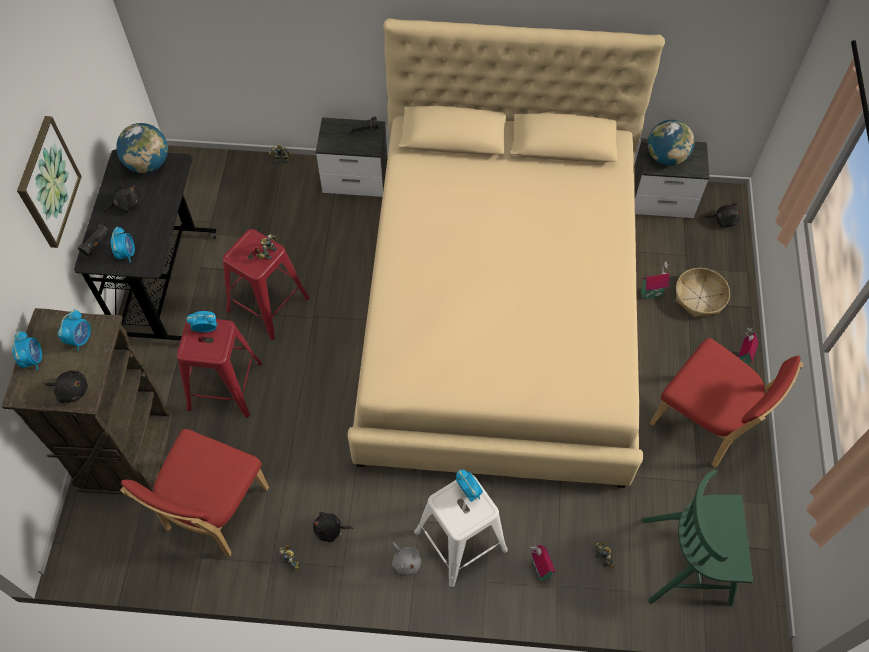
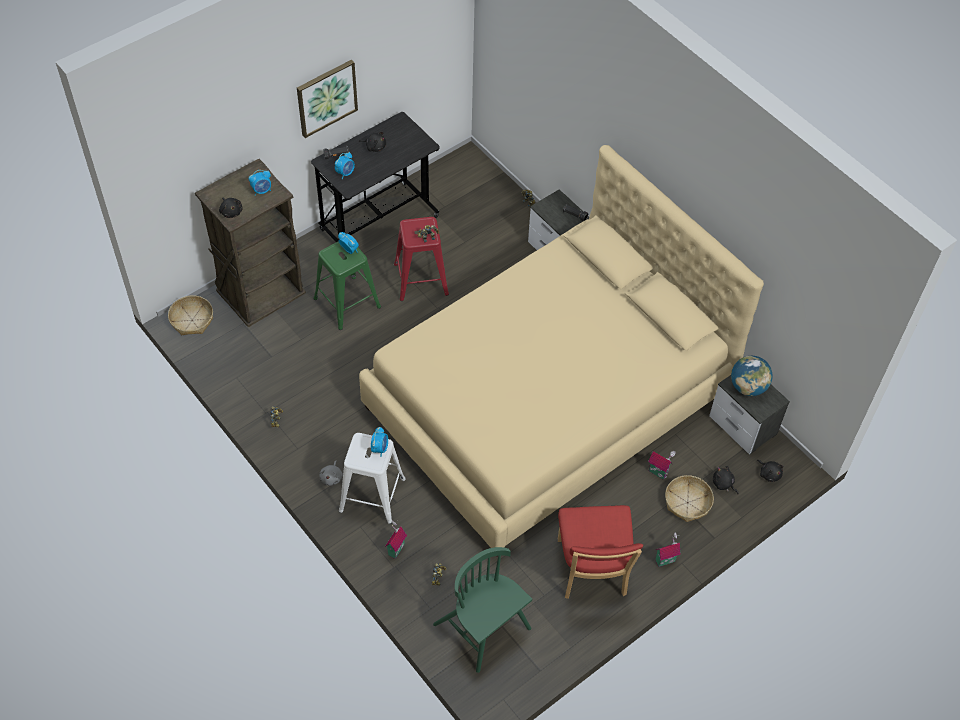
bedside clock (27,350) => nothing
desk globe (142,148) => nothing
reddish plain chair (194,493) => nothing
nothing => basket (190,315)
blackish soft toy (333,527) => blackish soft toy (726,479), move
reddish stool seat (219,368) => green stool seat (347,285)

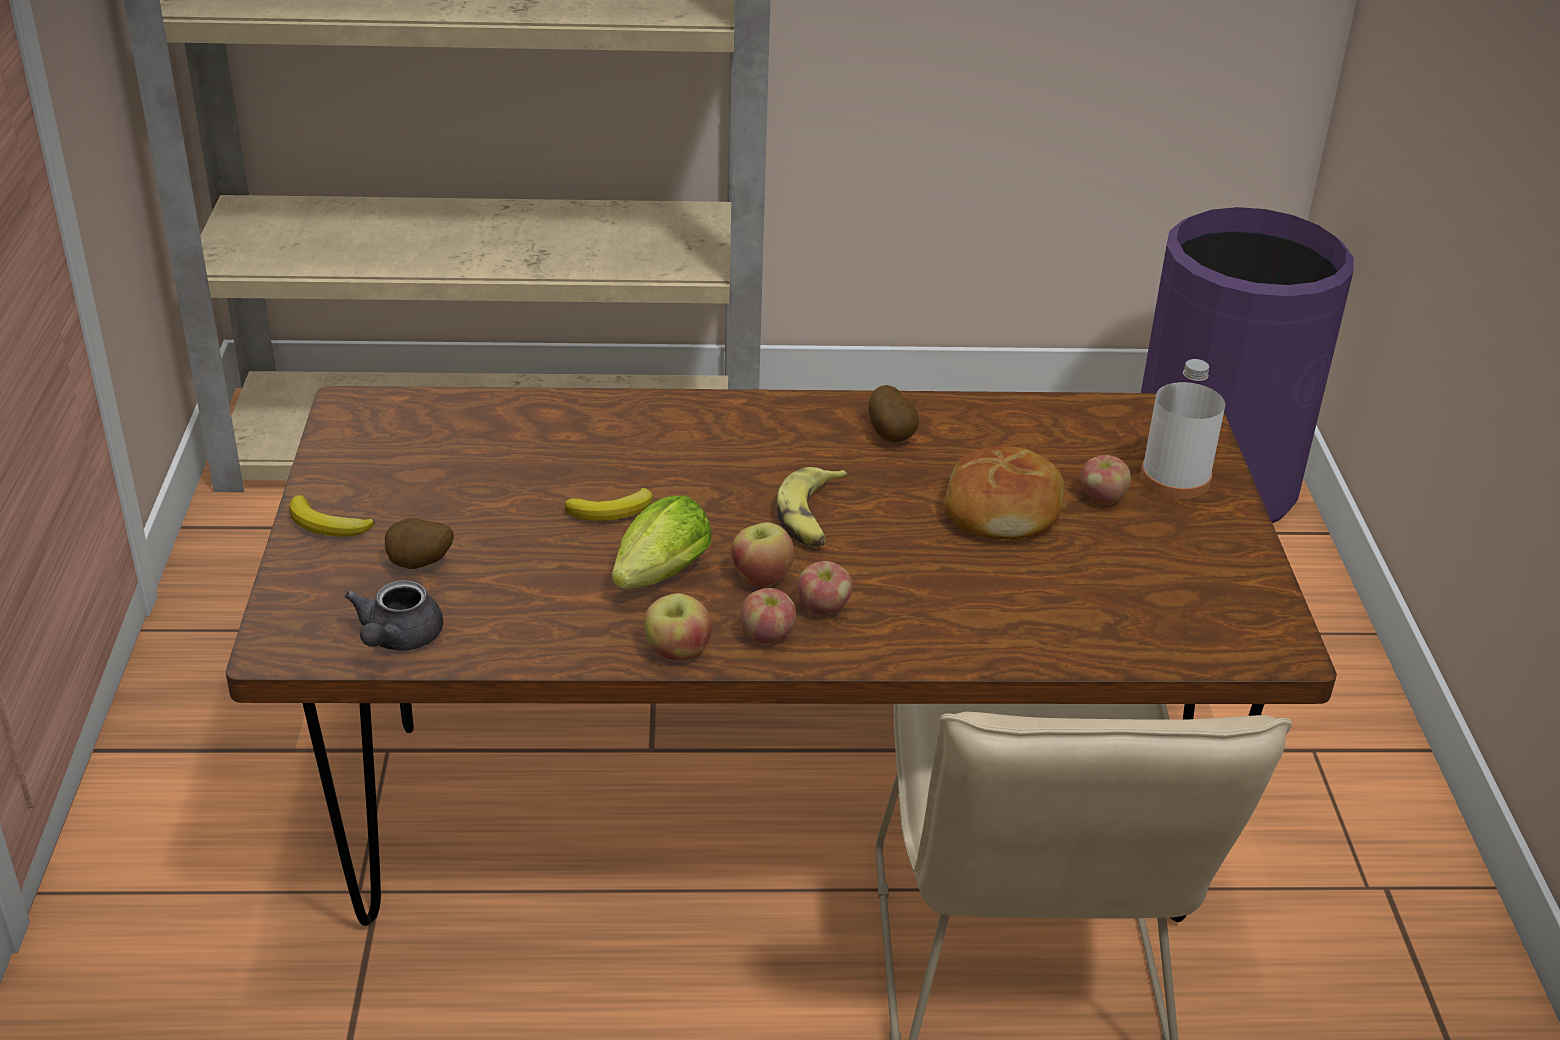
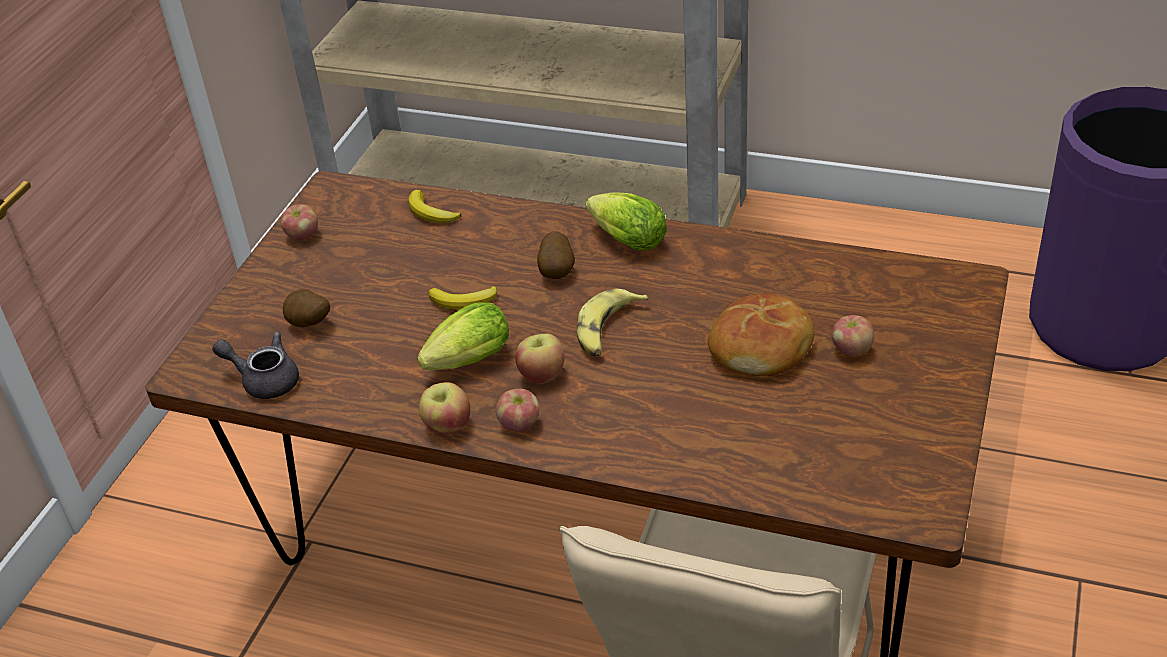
whitish bottle (1182,429) => nothing
nothing => head of lettuce (626,222)
whole banana (332,516) => whole banana (435,206), move
apple (825,587) => apple (299,222), move
spud (894,413) => spud (556,255), move
gray teapot (394,615) => gray teapot (255,365), 75 degrees clockwise

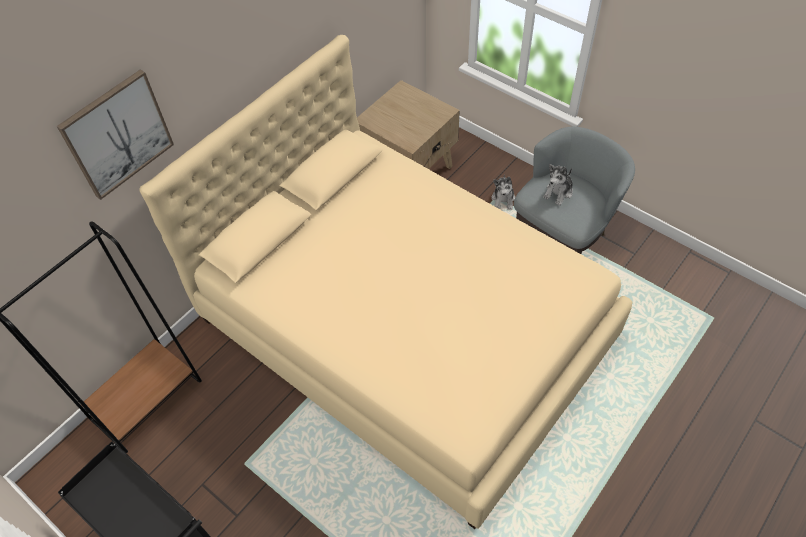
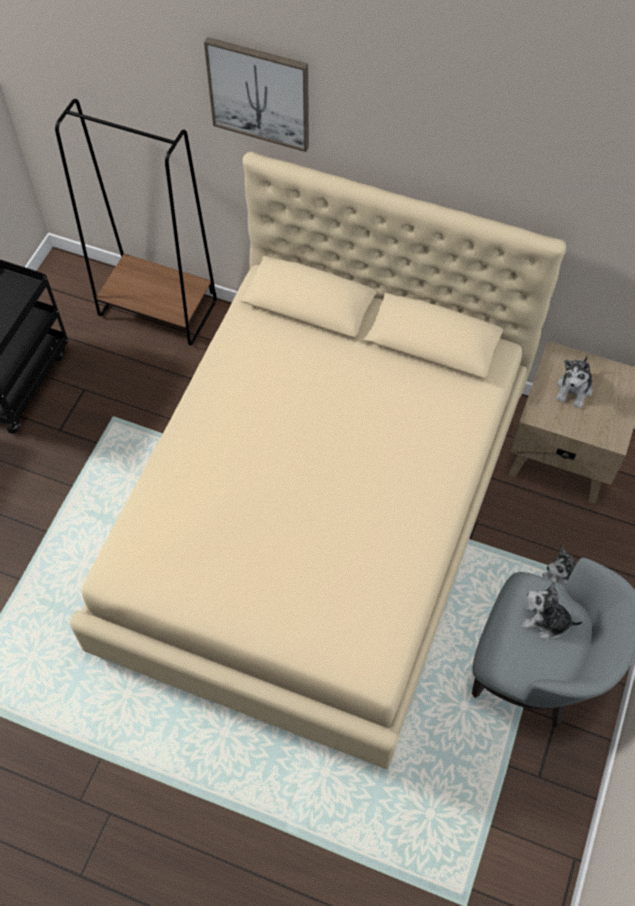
nothing => soft toy (574,381)

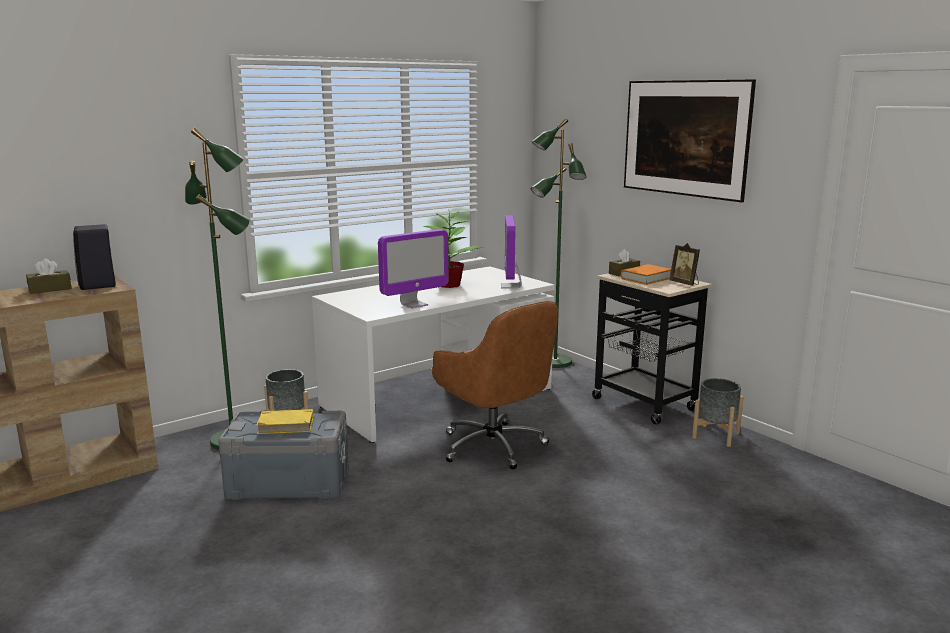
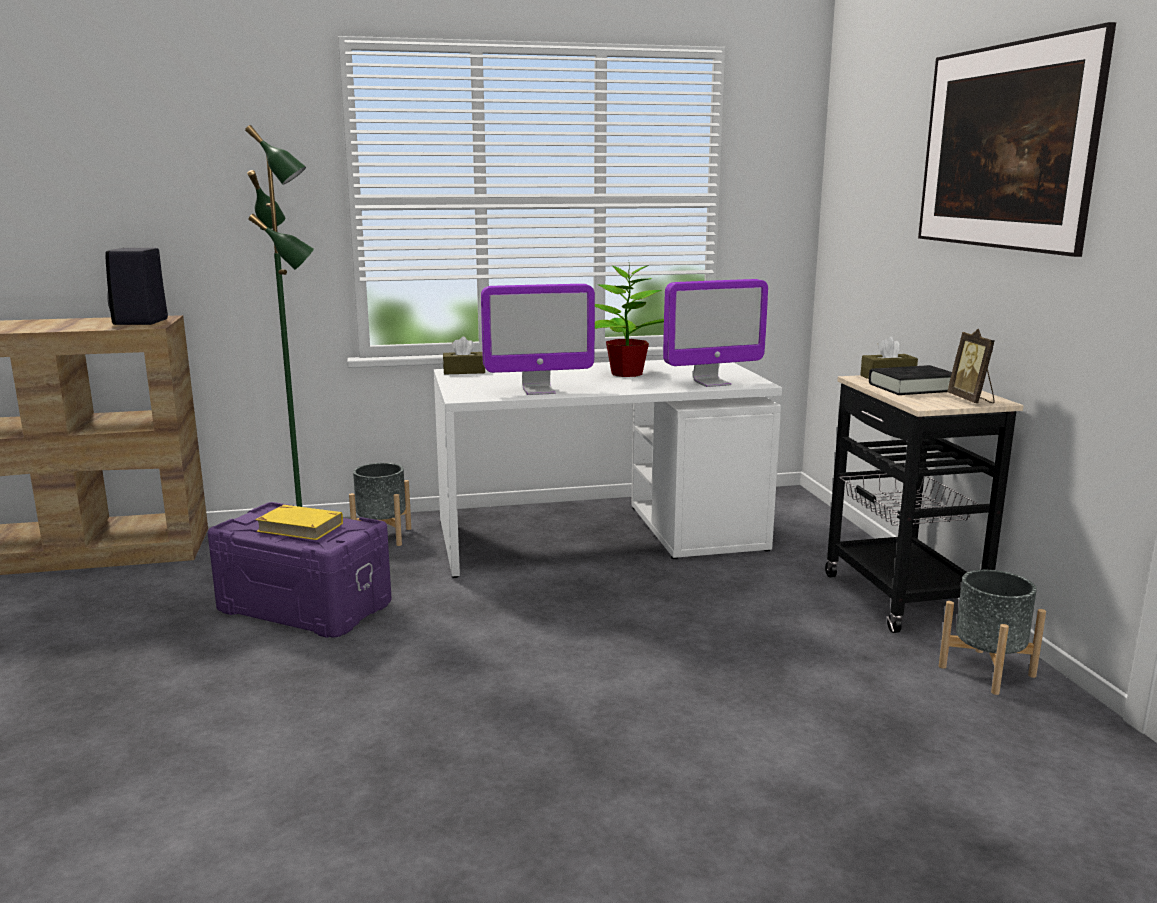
brownish desk chair (494,385) => nothing
green standard lamp (558,243) => nothing
brownish tissue box (49,276) => brownish tissue box (464,356), move
gray storage box (283,455) => purple storage box (300,570)
orange book (646,274) => blackish book (910,380)
computer display (511,252) => computer display (715,333), 135 degrees counterclockwise

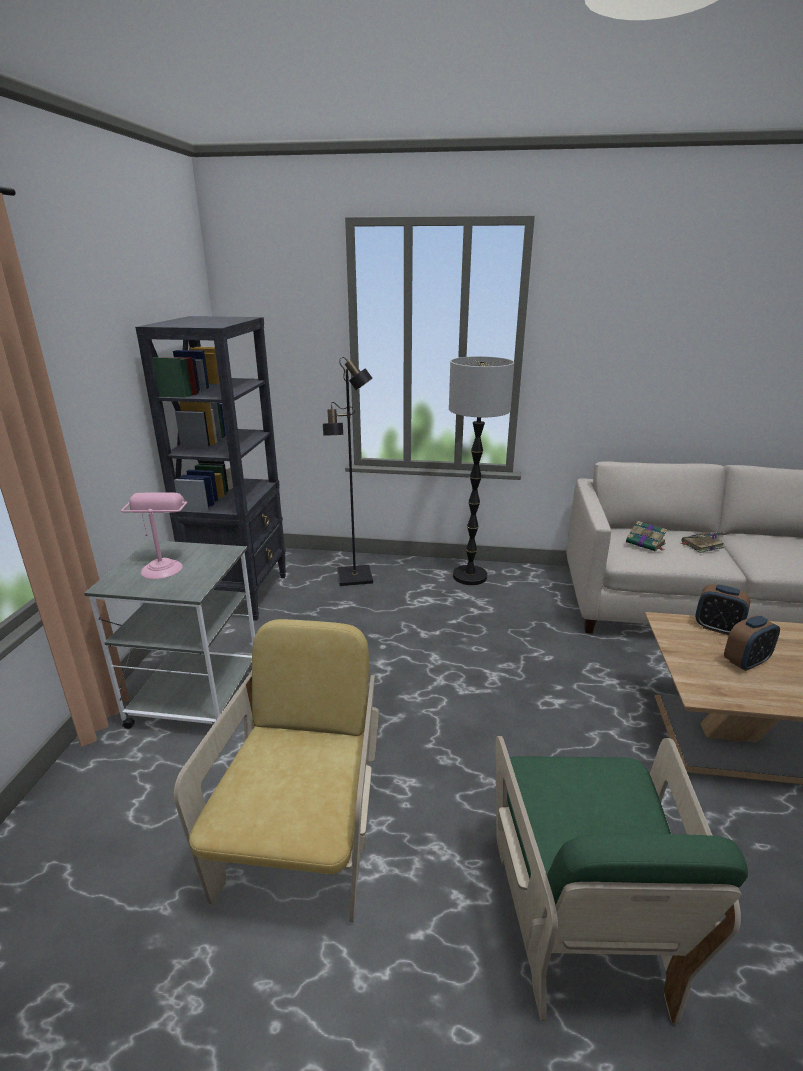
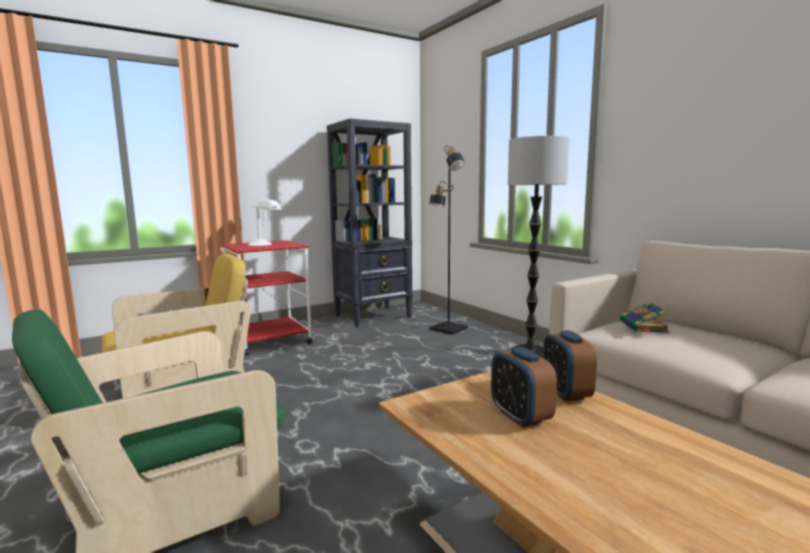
book (703,542) => nothing
gray trolley (169,634) => reddish trolley (267,298)
pink table lamp (154,535) => whitish table lamp (265,223)
bedside clock (752,643) => bedside clock (524,387), 45 degrees clockwise

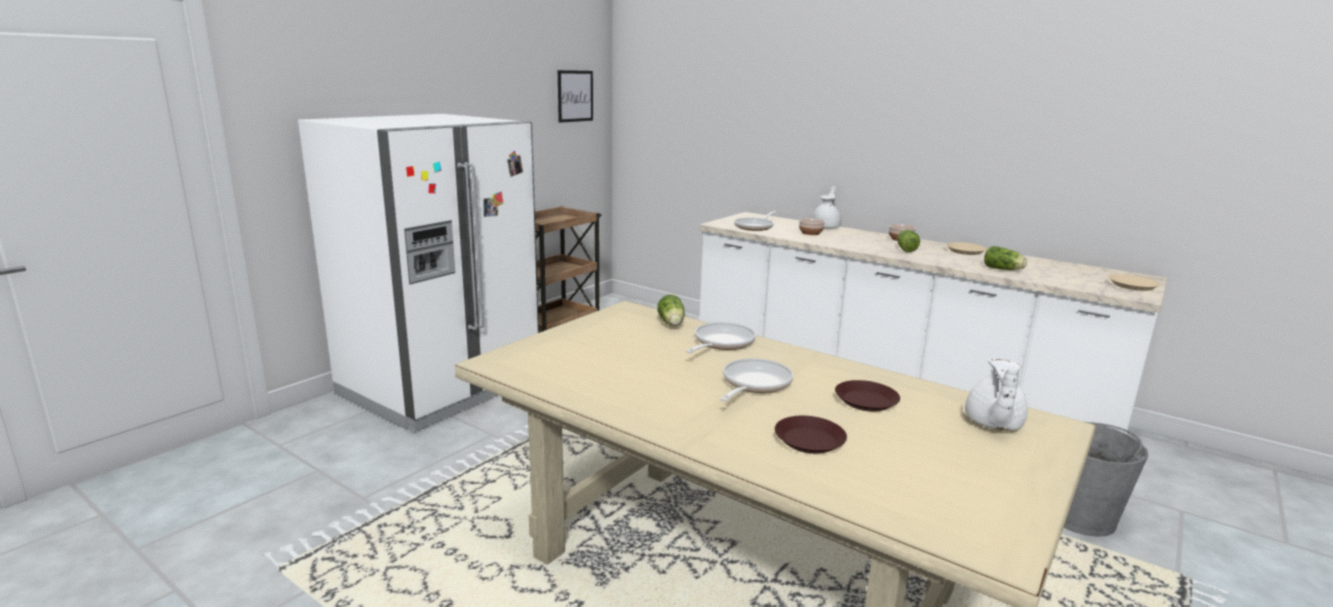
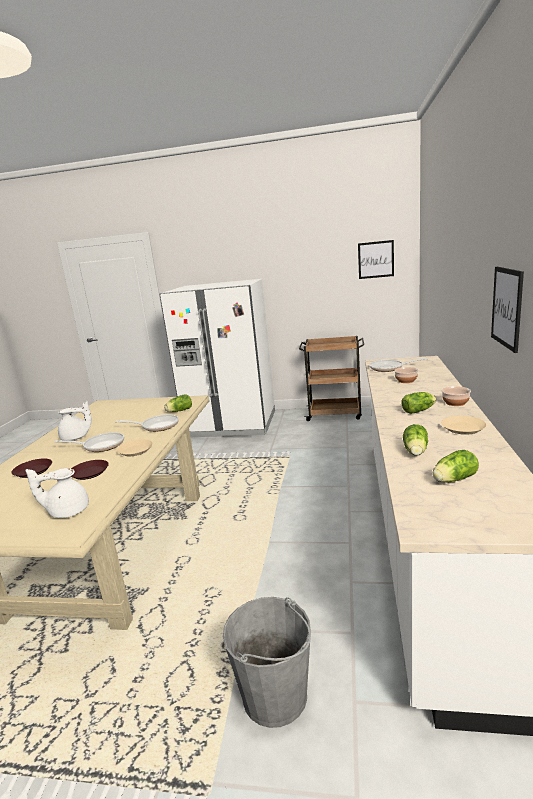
nothing => head of lettuce (455,466)
nothing => wall art (507,310)
whitish teapot (826,207) => whitish teapot (74,421), move
beige flat dish (1134,282) => beige flat dish (134,447), move

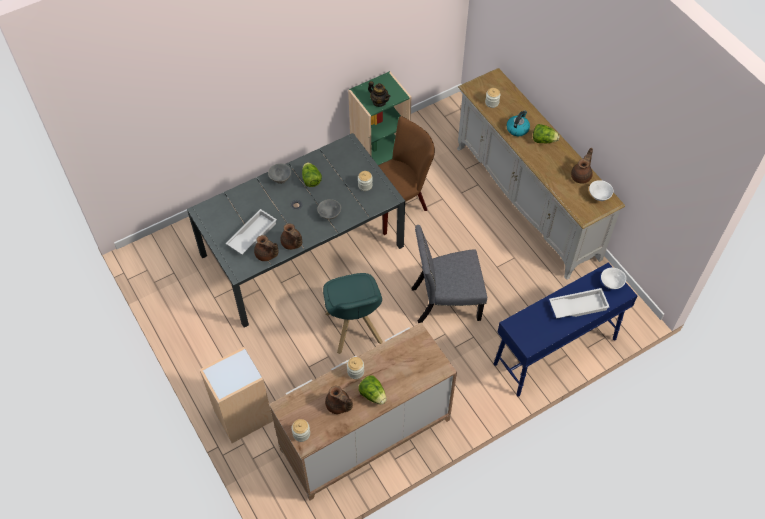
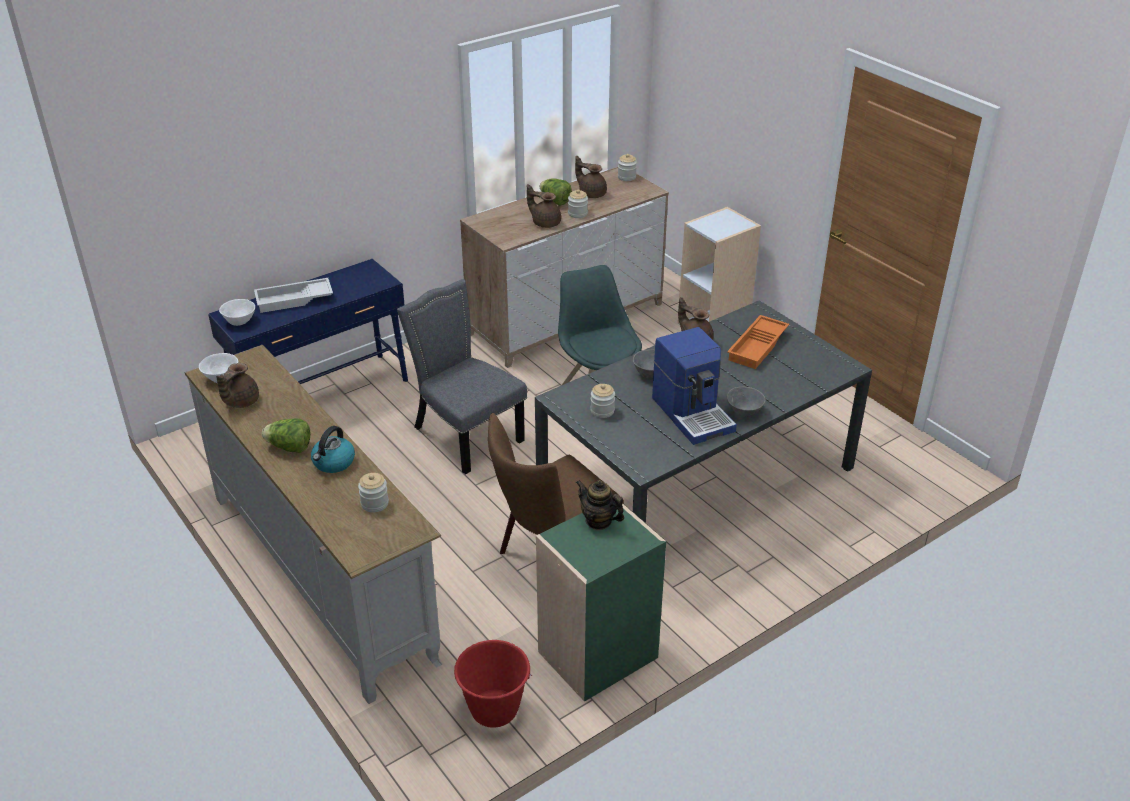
nothing => reddish pail (493,684)
brownish teapot (266,248) => brownish teapot (544,206), move
head of lettuce (312,174) => coffee maker (694,386)
whitish serving tray (251,231) => orange serving tray (758,342)
gray plain chair (449,274) => gray plain chair (462,376), 120 degrees counterclockwise

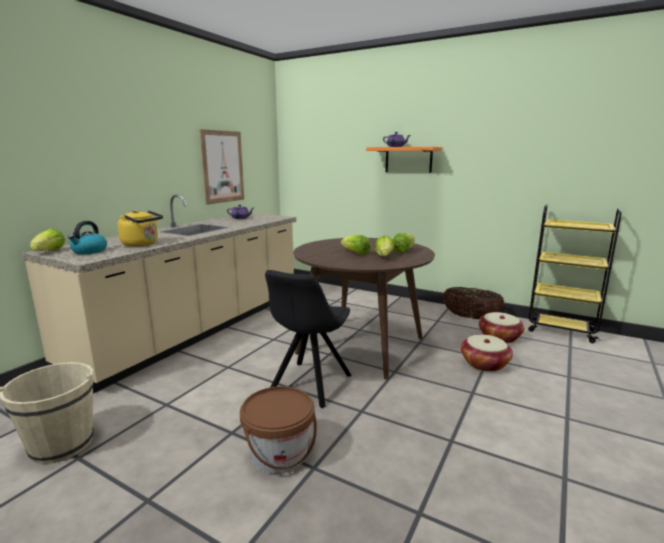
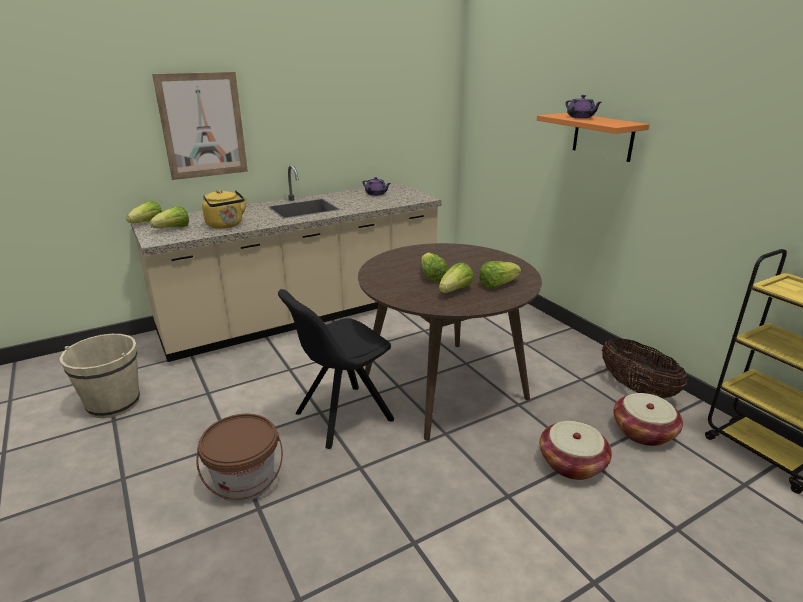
wall art (221,167) => wall art (200,126), move
tea kettle (87,237) => head of lettuce (169,217)

